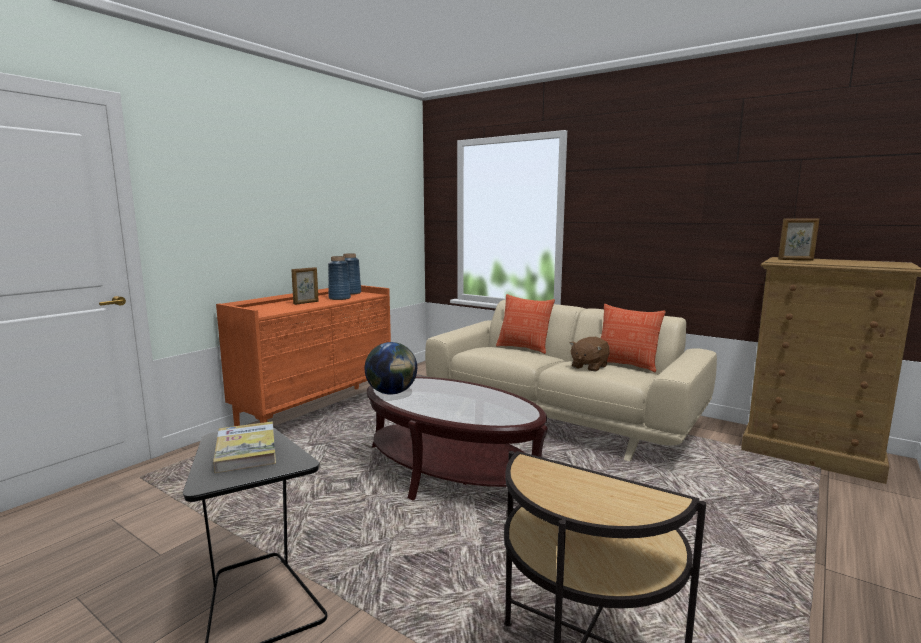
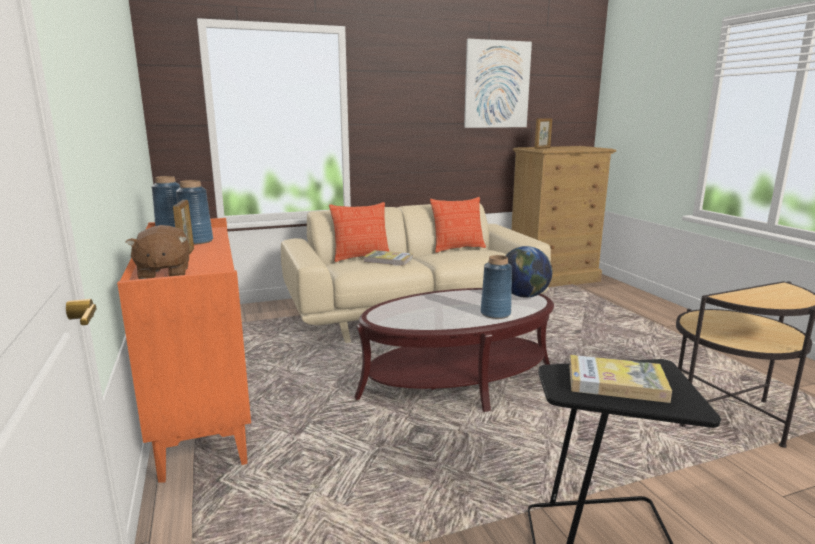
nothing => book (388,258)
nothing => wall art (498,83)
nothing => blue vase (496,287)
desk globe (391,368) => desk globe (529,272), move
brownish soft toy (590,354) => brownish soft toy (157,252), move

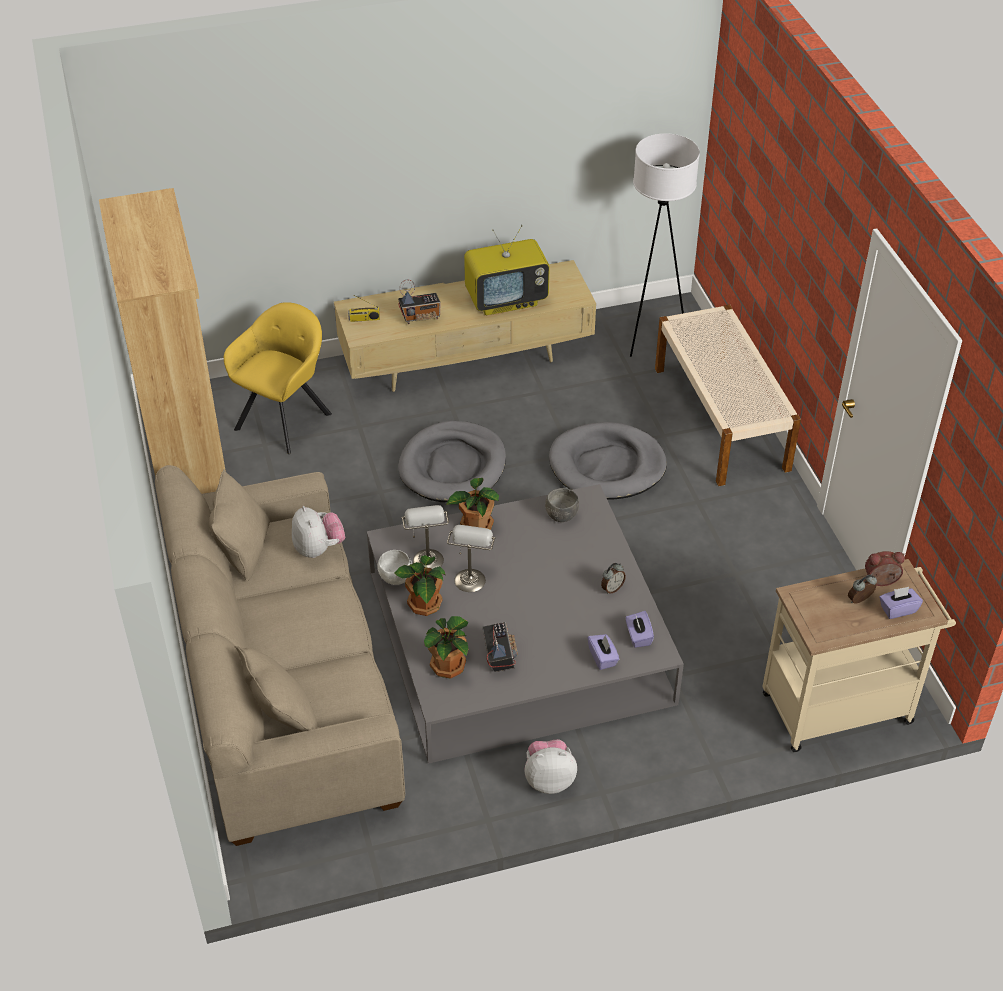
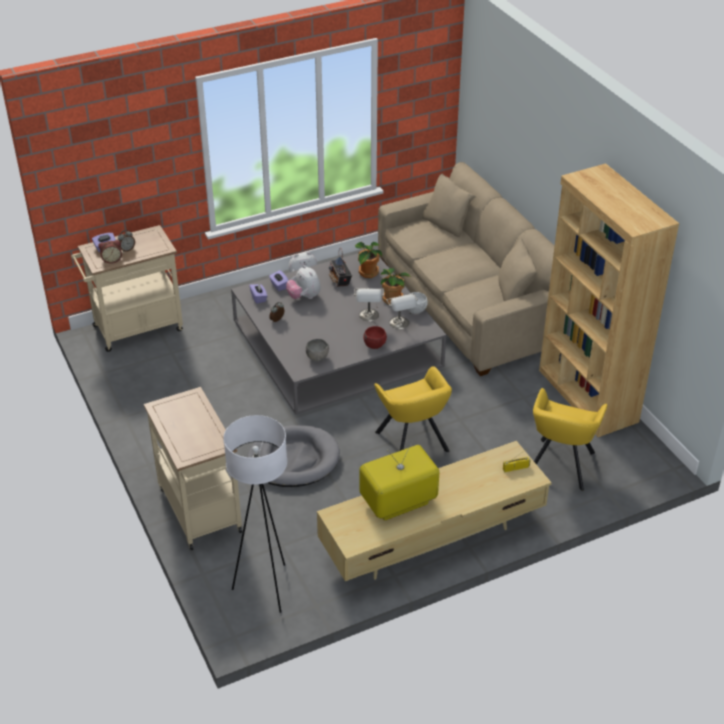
radio receiver (419,302) => nothing
soft toy (318,532) => soft toy (303,282), move
gray dog cushion (452,461) => yellow-coloured lounge chair (413,409)
plant in a pot (472,504) => reddish deep dish (375,337)
beige long seat (728,395) => beige trolley (193,468)

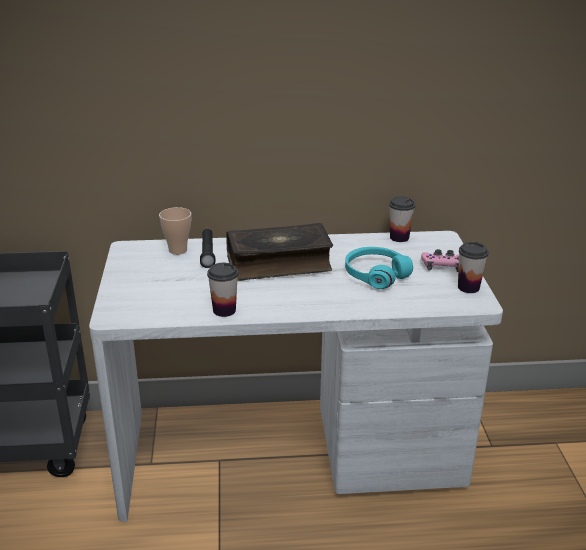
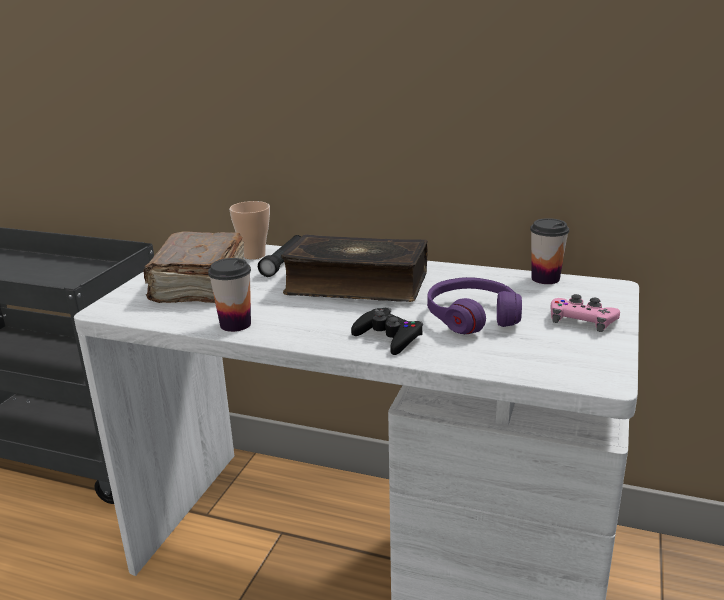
small cup (473,267) => nothing
nothing => brownish book (194,267)
nothing => blackish gamepad (387,331)
blue-green pair of headphones (379,268) => purple pair of headphones (474,305)

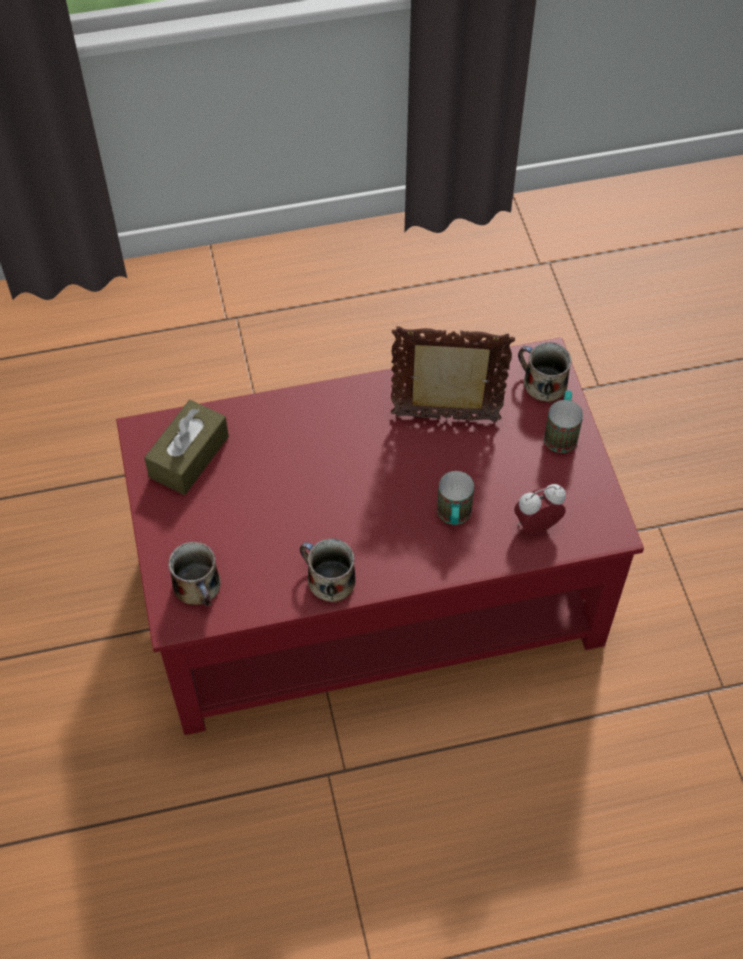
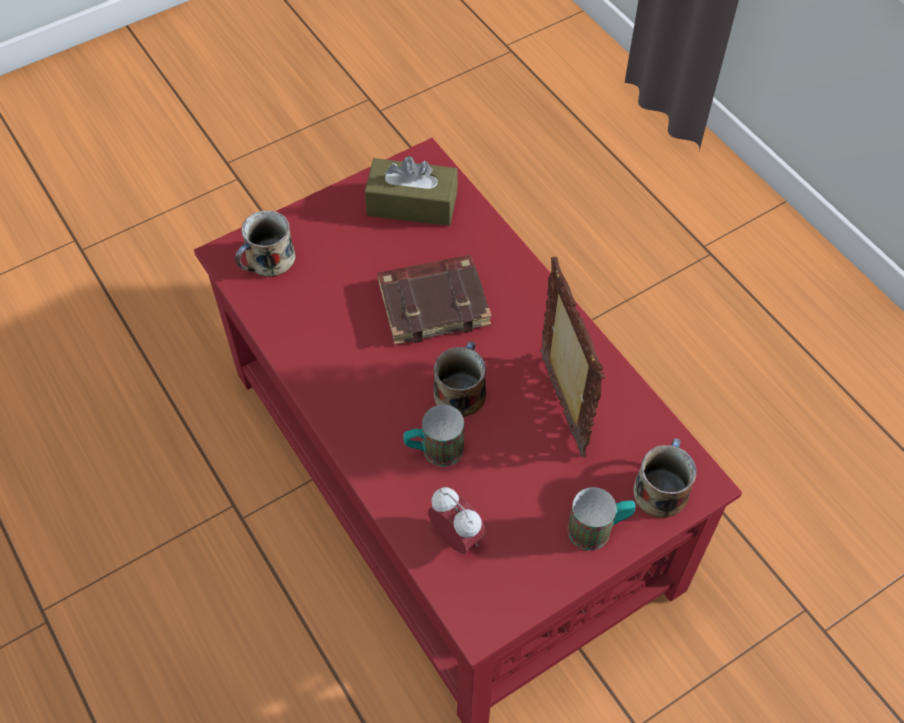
nothing => brownish book (435,300)
coffee mug (328,570) => coffee mug (460,379), move

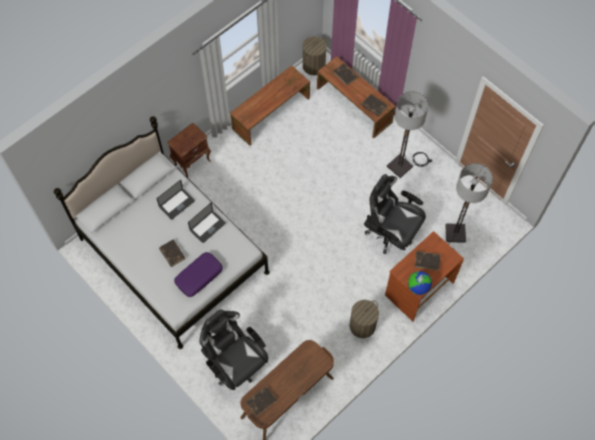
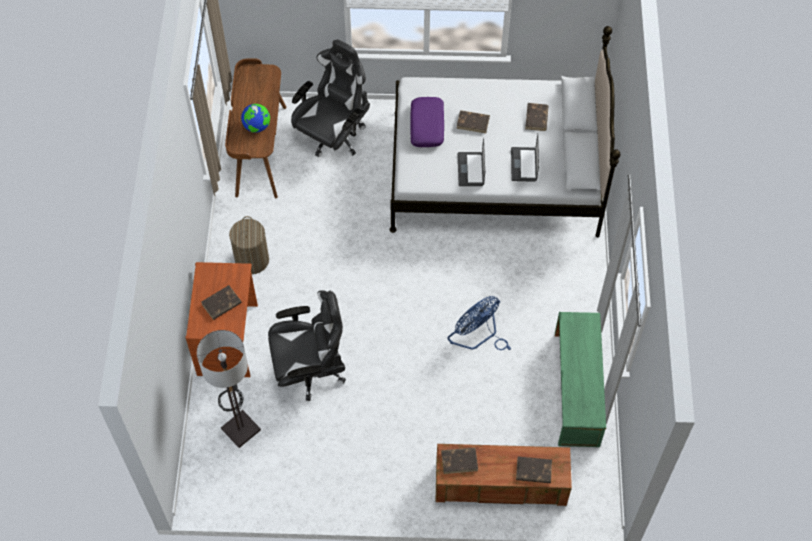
brownish bedside table (189,150) => nothing
washing basket (315,56) => nothing
standard lamp (409,134) => nothing
nothing => blue cooling fan (479,323)
brownish book (261,401) => brownish book (536,117), move
desk globe (420,283) => desk globe (255,118), move
brownish long seat (270,105) => green long seat (580,379)
blackish desk chair (234,349) => blackish desk chair (330,98), 60 degrees counterclockwise

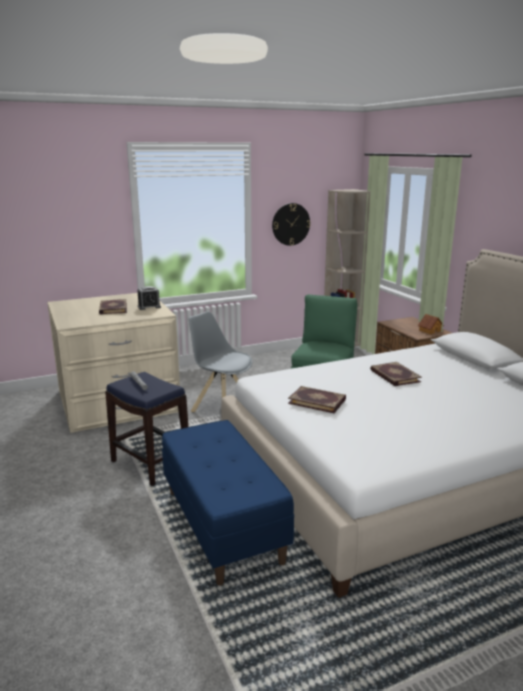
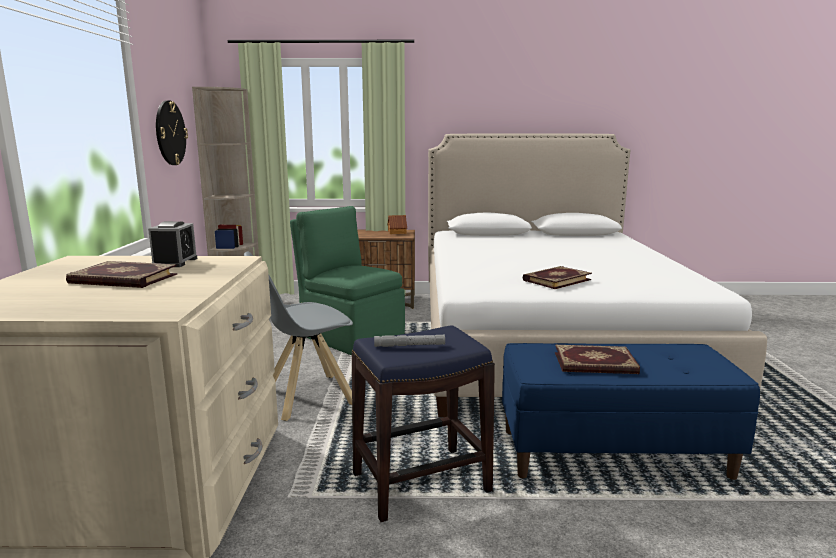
book (396,374) => book (597,359), move

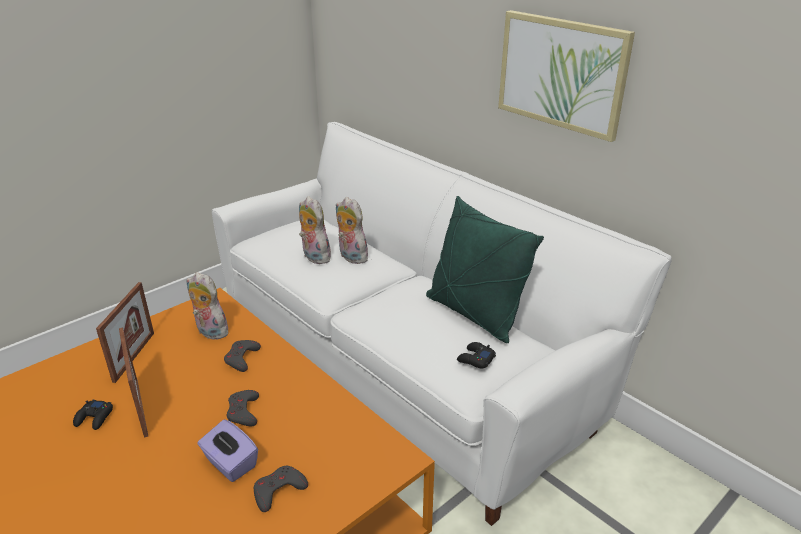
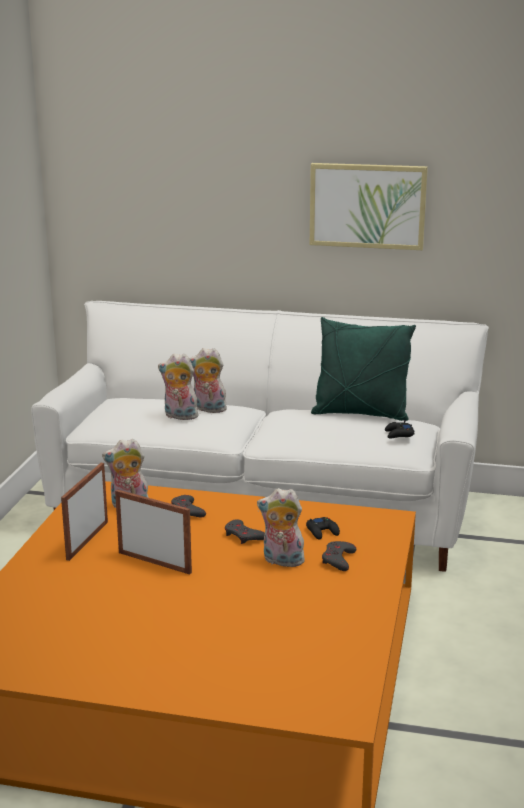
blackish gamepad (93,415) => blackish gamepad (323,528), move
purple tissue box (227,450) => soft toy (282,527)
picture frame (125,332) => picture frame (84,512), 135 degrees counterclockwise

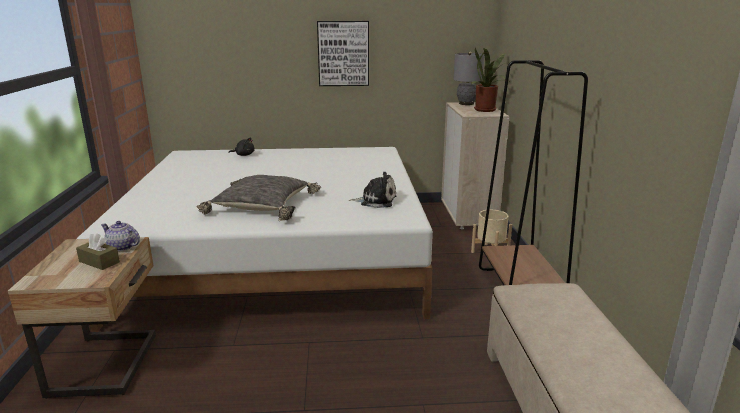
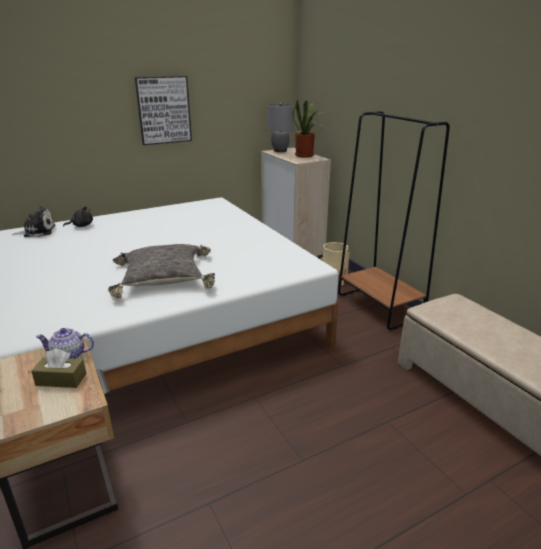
soft toy (372,190) => soft toy (34,221), move

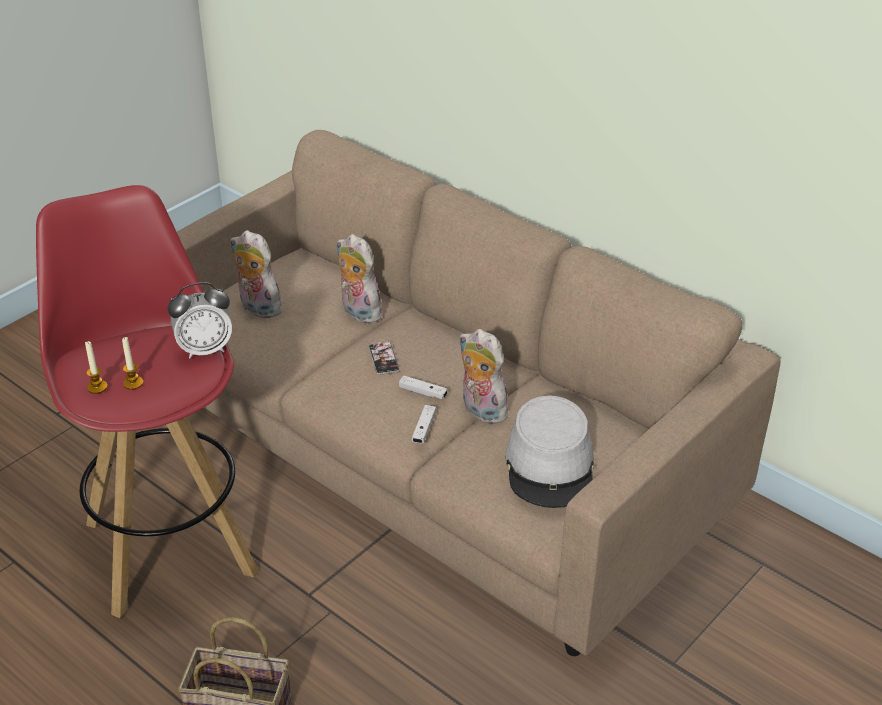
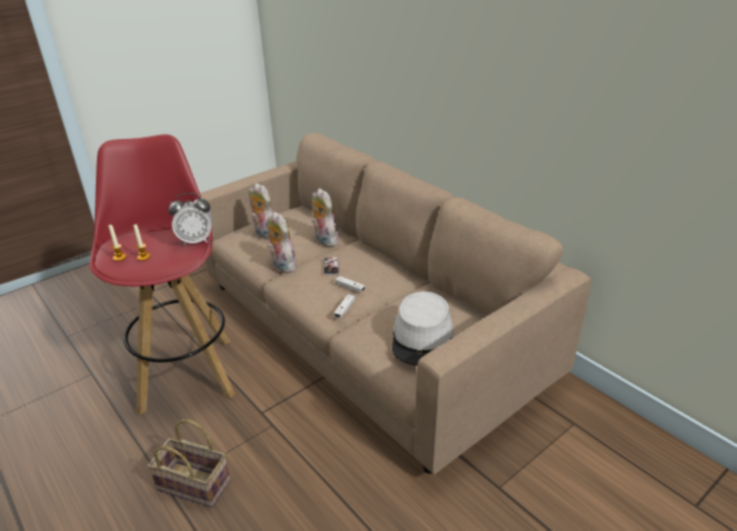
soft toy (485,376) => soft toy (282,242), move

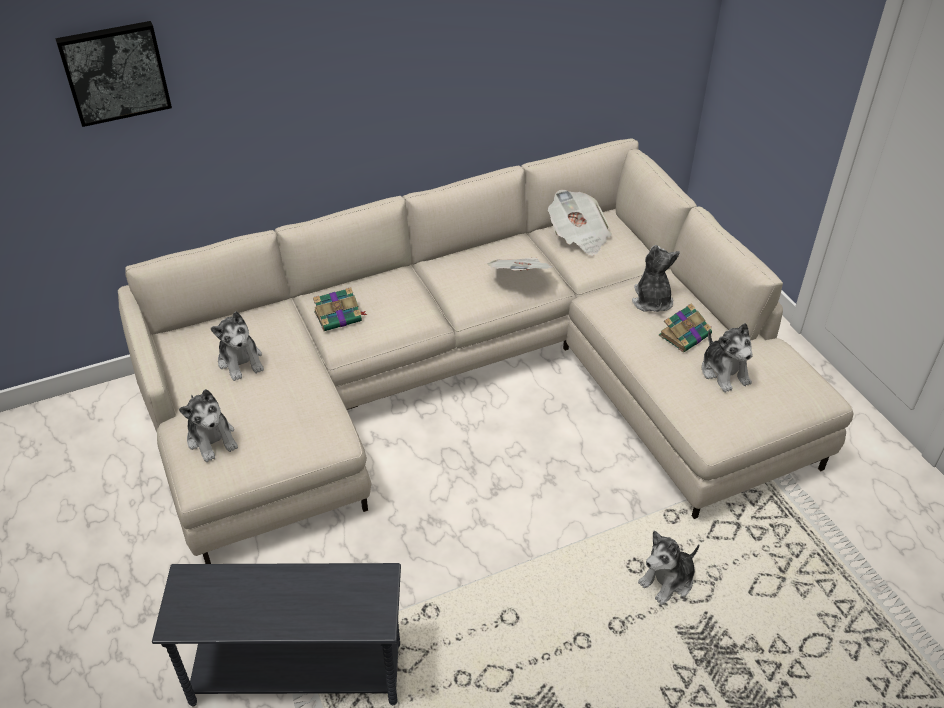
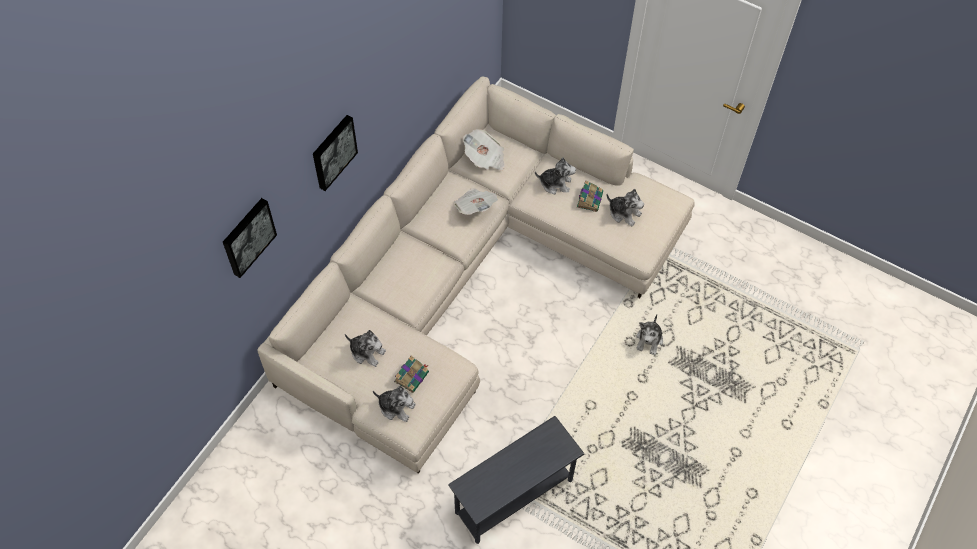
nothing => wall art (335,153)
book (340,309) => book (411,374), move
soft toy (656,278) => soft toy (555,175), 135 degrees clockwise

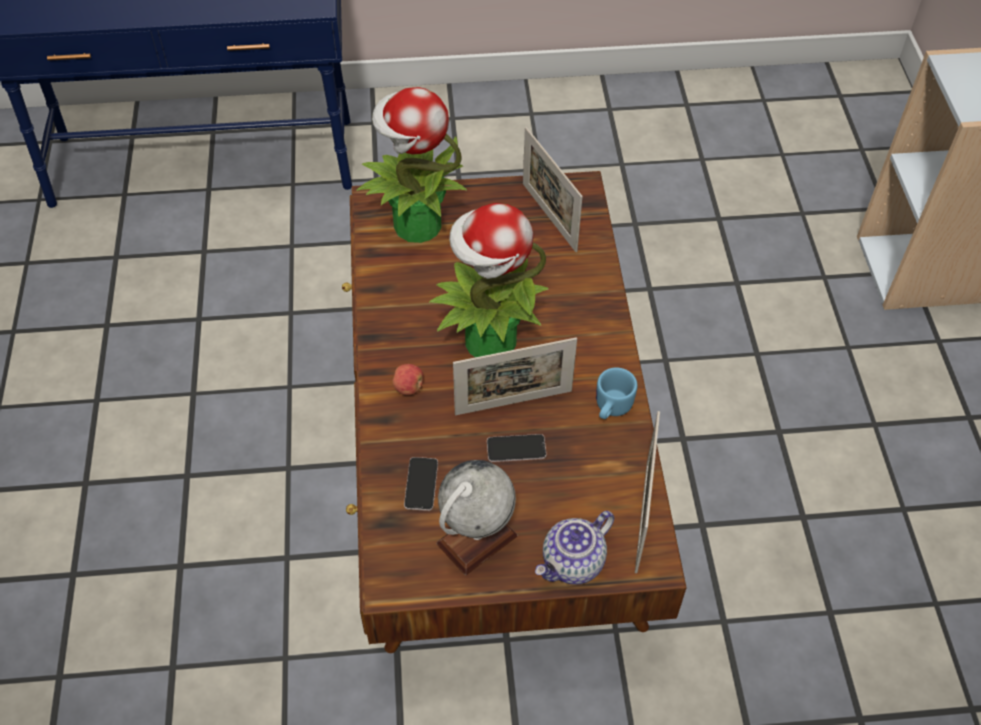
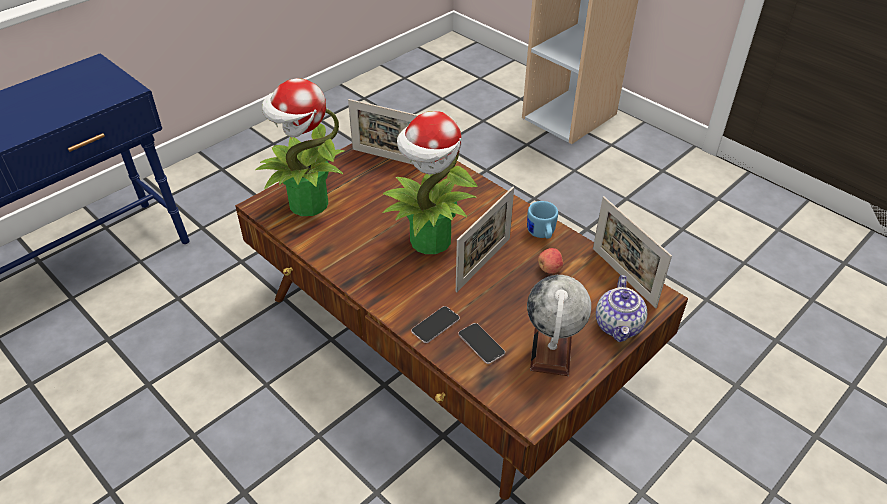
apple (407,379) => apple (550,261), move
phone (516,448) => phone (435,324), move

